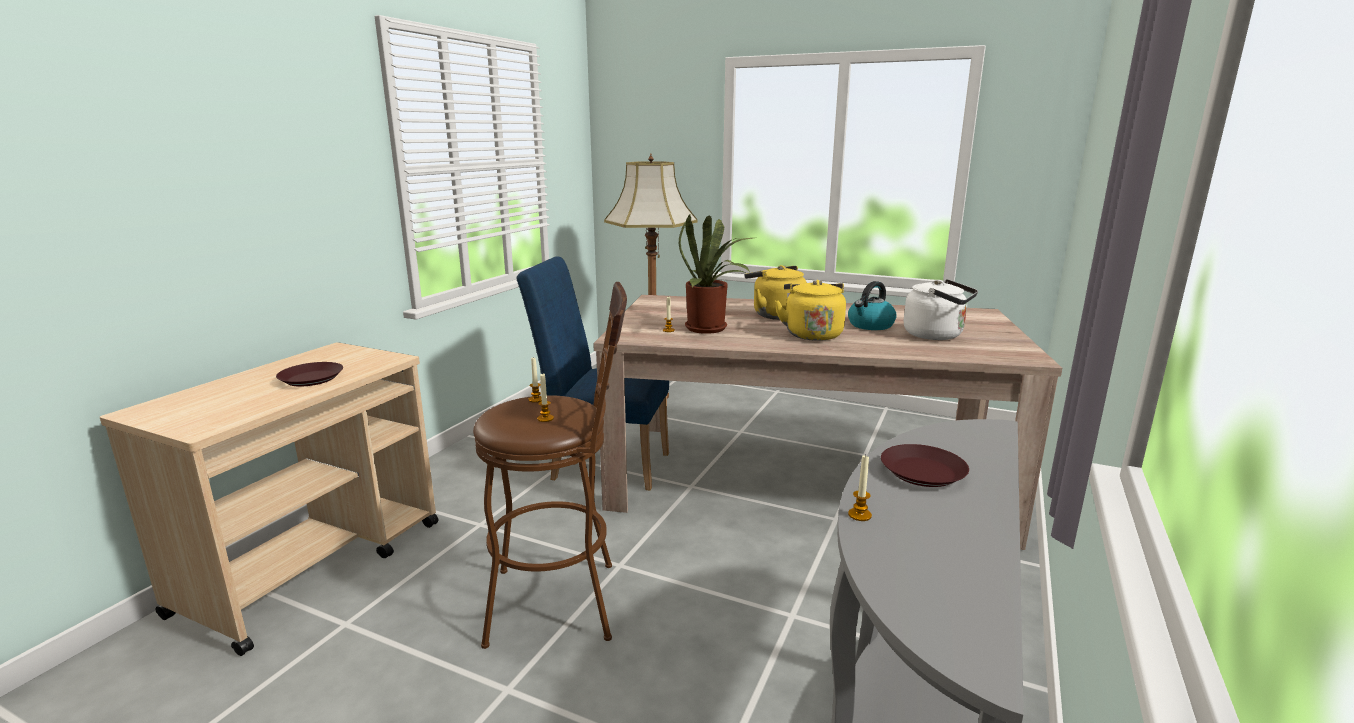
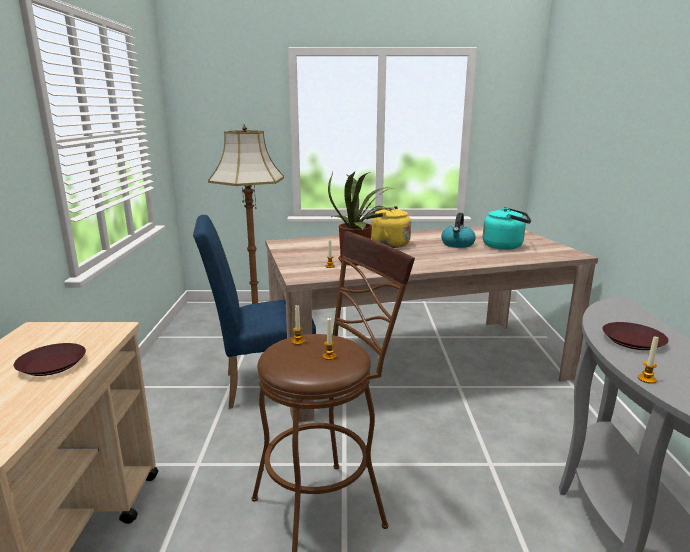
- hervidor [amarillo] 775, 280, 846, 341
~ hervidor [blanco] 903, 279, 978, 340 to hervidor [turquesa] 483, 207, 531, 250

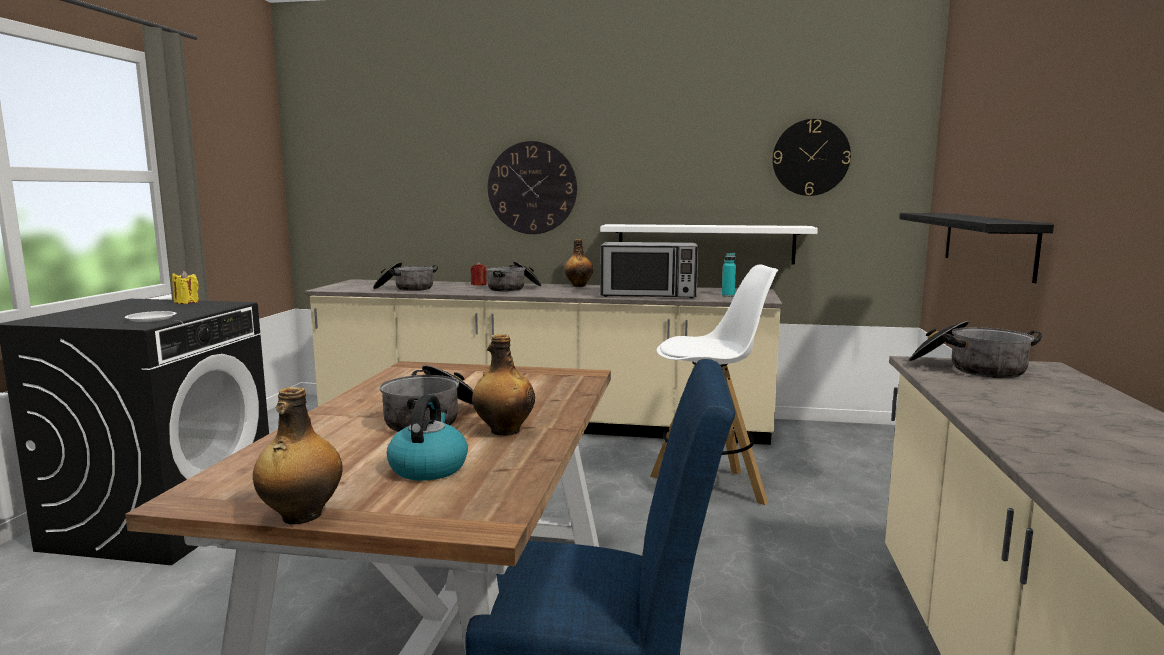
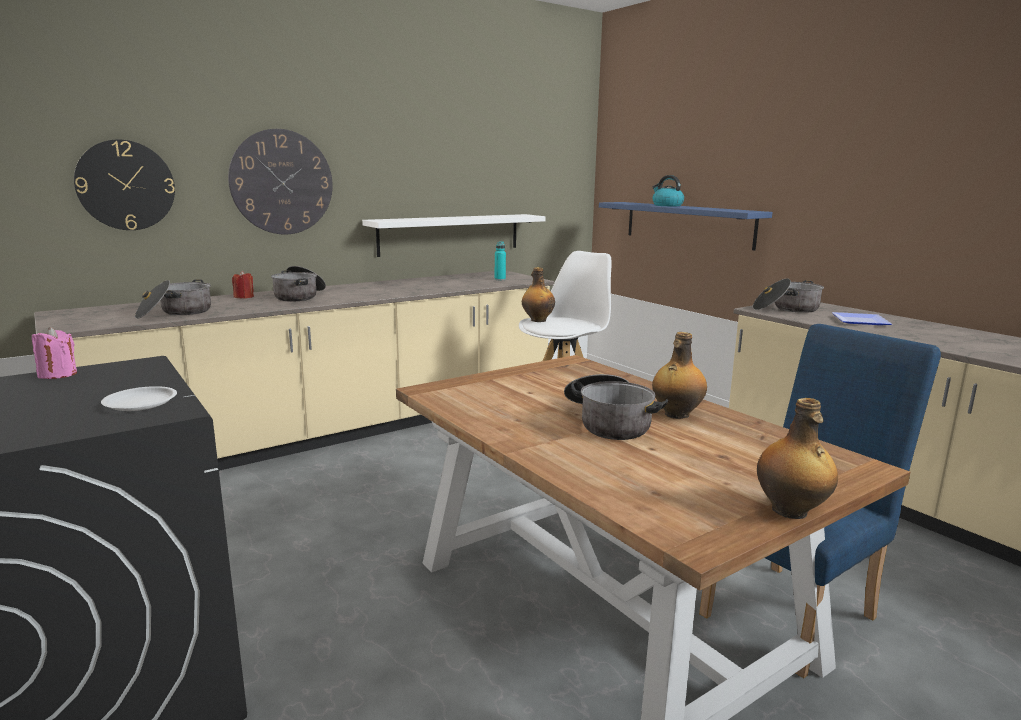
- microondas 600, 242, 698, 298
+ plato 832, 312, 892, 325
~ hervidor 387, 394, 468, 481 to 653, 175, 684, 206
~ botella 564, 239, 593, 287 to 522, 267, 555, 322
~ reloj de pared 772, 119, 851, 196 to 74, 140, 175, 230
~ vela [amarillo] 172, 270, 199, 304 to vela [rosa] 32, 327, 77, 379
~ estante [negro] 899, 213, 1054, 283 to estante [azul] 599, 202, 773, 250

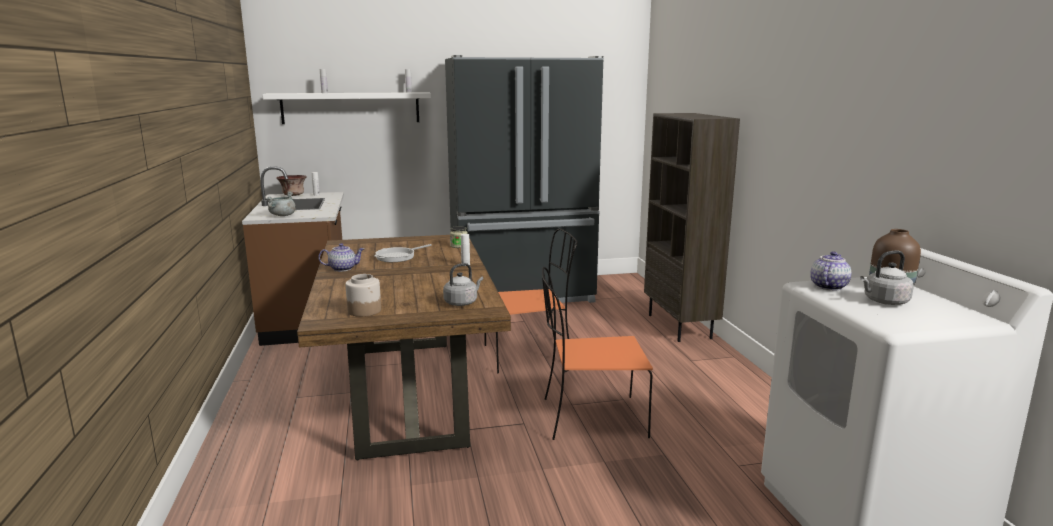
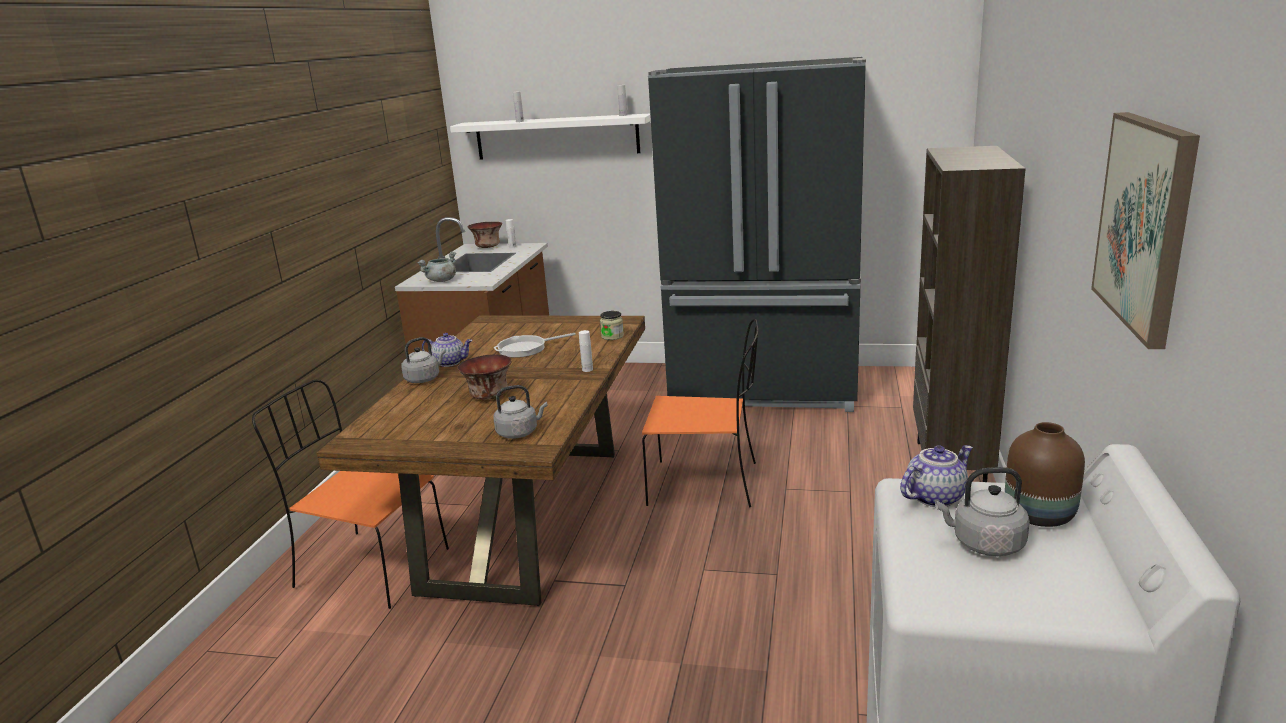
- tarro 345, 274, 381, 317
+ hervidor [gris] 401, 337, 446, 383
+ cuenco 457, 354, 511, 400
+ cuadro 1091, 112, 1200, 349
~ silla [naranja] 542, 267, 653, 440 to 252, 380, 449, 609

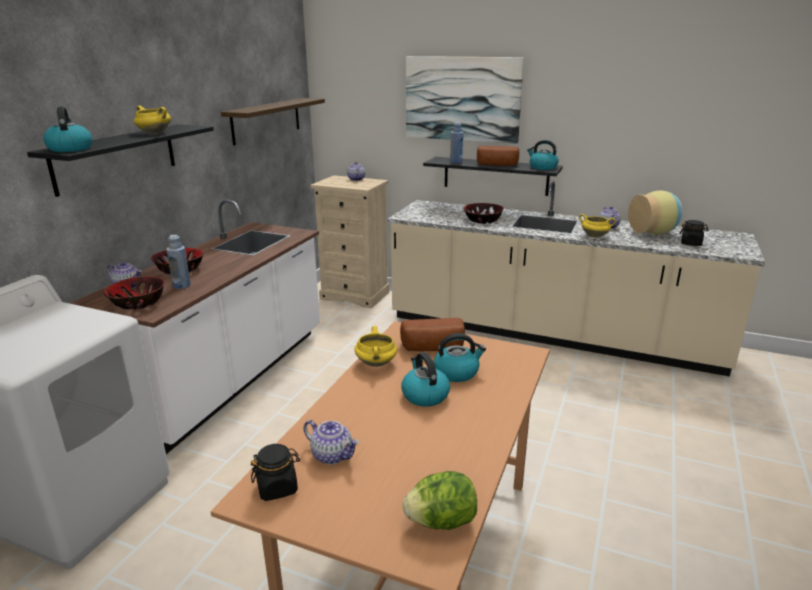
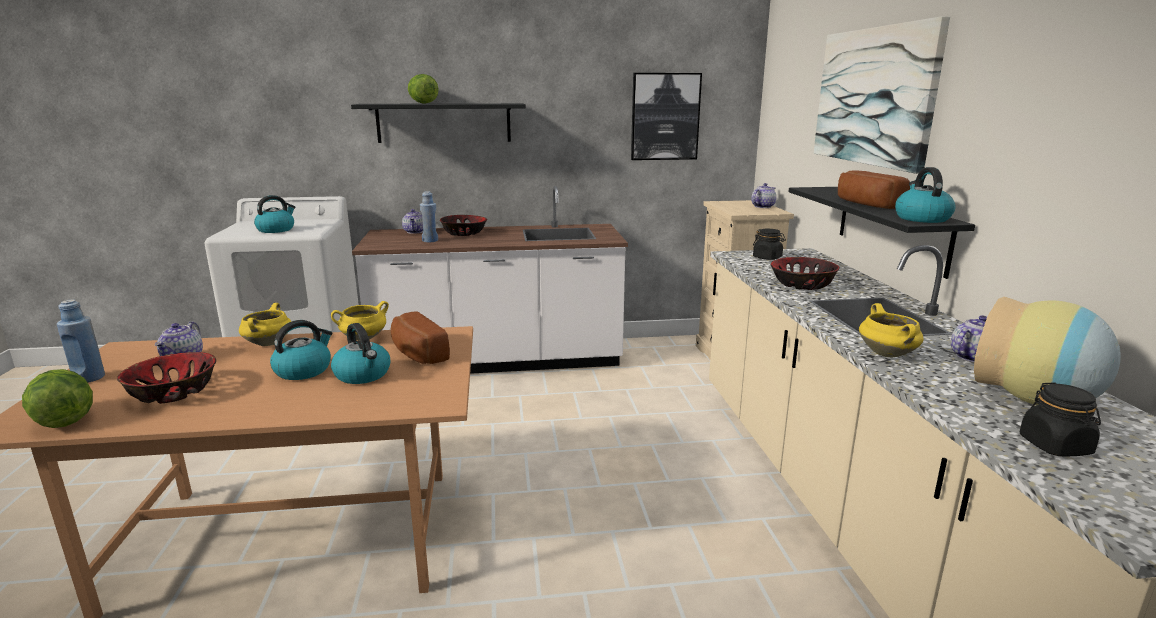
+ lechuga 408, 74, 439, 104
~ hervidor 43, 106, 92, 152 to 254, 195, 295, 233
~ cuenco 104, 276, 165, 310 to 117, 352, 216, 404
~ olla [amarillo] 134, 105, 171, 134 to 239, 303, 291, 346
~ tarro [negro] 251, 444, 300, 501 to 753, 229, 786, 260
~ botella [azul] 450, 122, 463, 163 to 57, 300, 105, 383
~ estante 221, 98, 325, 145 to cuadro 631, 73, 702, 160

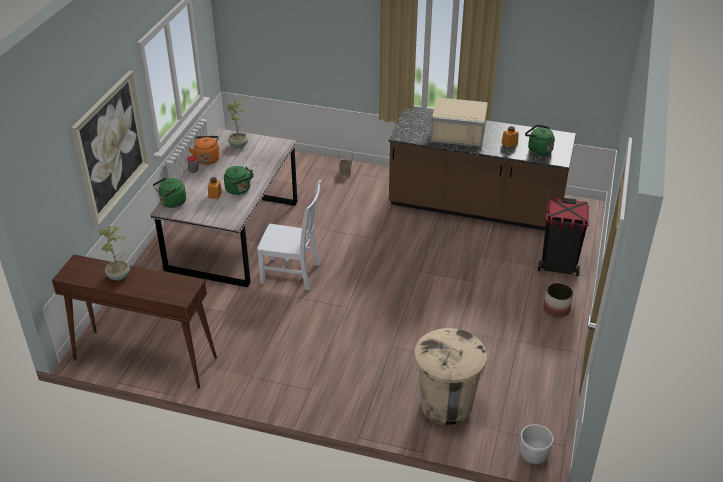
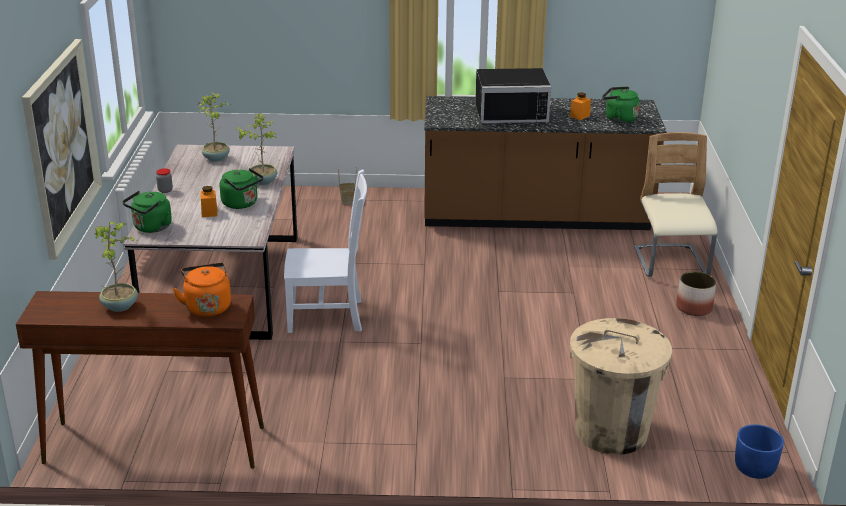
+ planta en maceta 236, 114, 277, 185
~ hervidor [naranja] 188, 136, 220, 165 to 173, 263, 231, 317
~ papelera [negro] 538, 198, 589, 276 to silla [beis] 634, 132, 717, 277
~ microondas [beis] 431, 97, 488, 147 to microondas [negro] 475, 68, 551, 123
~ maceta [blanco] 520, 424, 553, 464 to maceta [azul] 735, 424, 784, 479

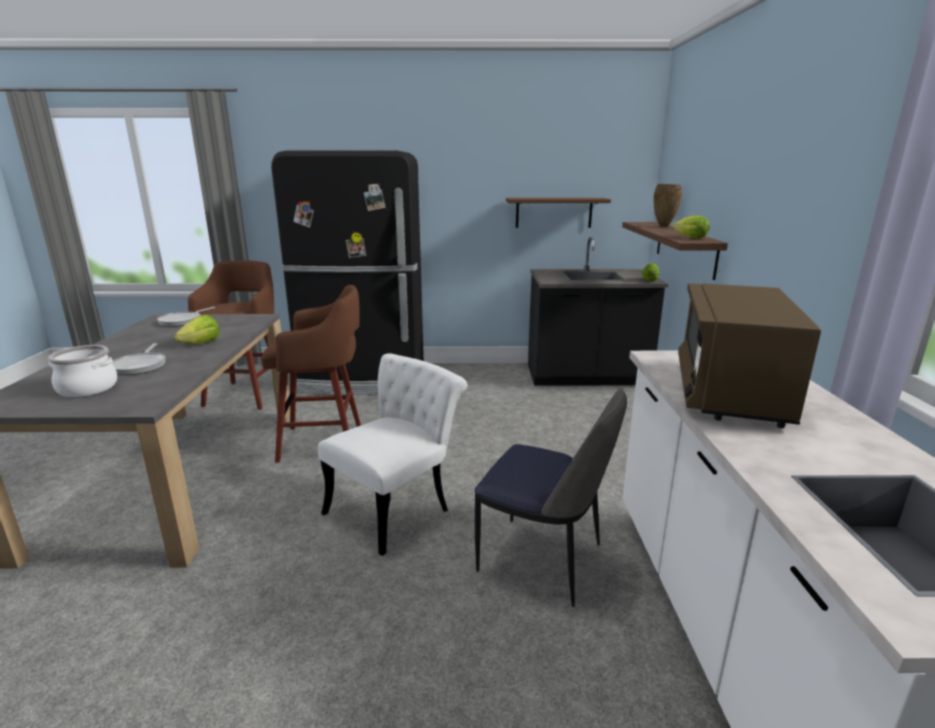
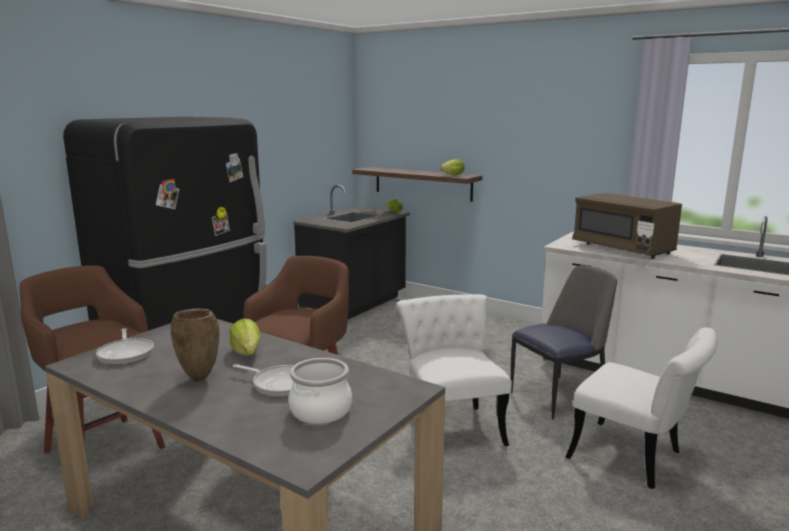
- estante [marrón] 506, 198, 611, 228
+ silla [blanco] 565, 327, 718, 489
~ florero [marrón] 654, 184, 682, 227 to 171, 308, 219, 382

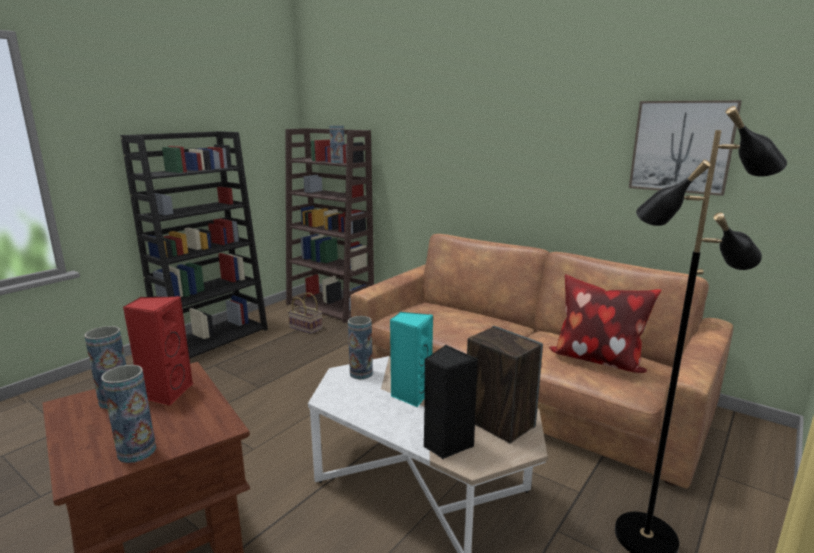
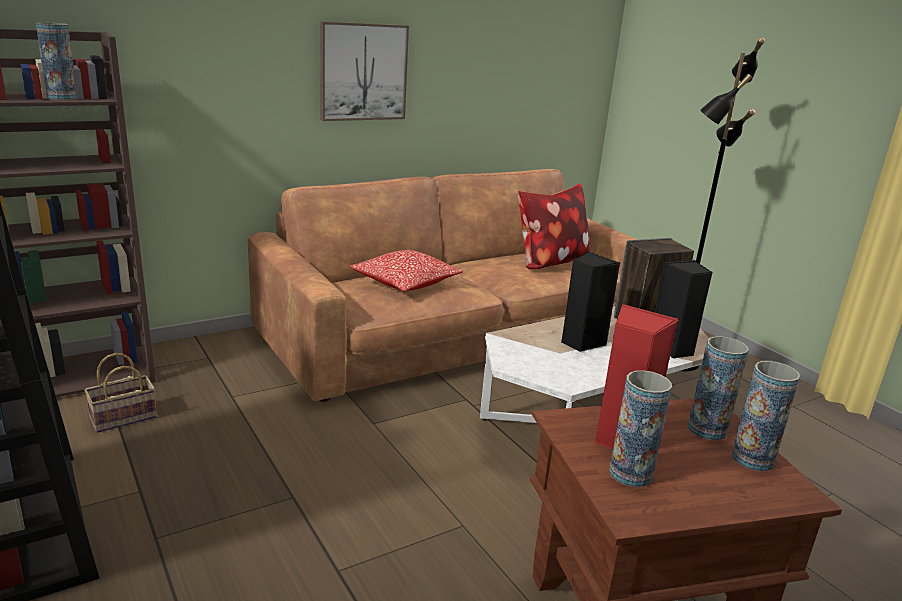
+ cojín 350, 249, 463, 292
~ florero 348, 316, 373, 379 to 688, 336, 749, 440
~ cuadro 629, 100, 742, 196 to 320, 21, 409, 121
~ altavoz [turquesa] 390, 312, 433, 407 to altavoz [negro] 561, 252, 620, 352

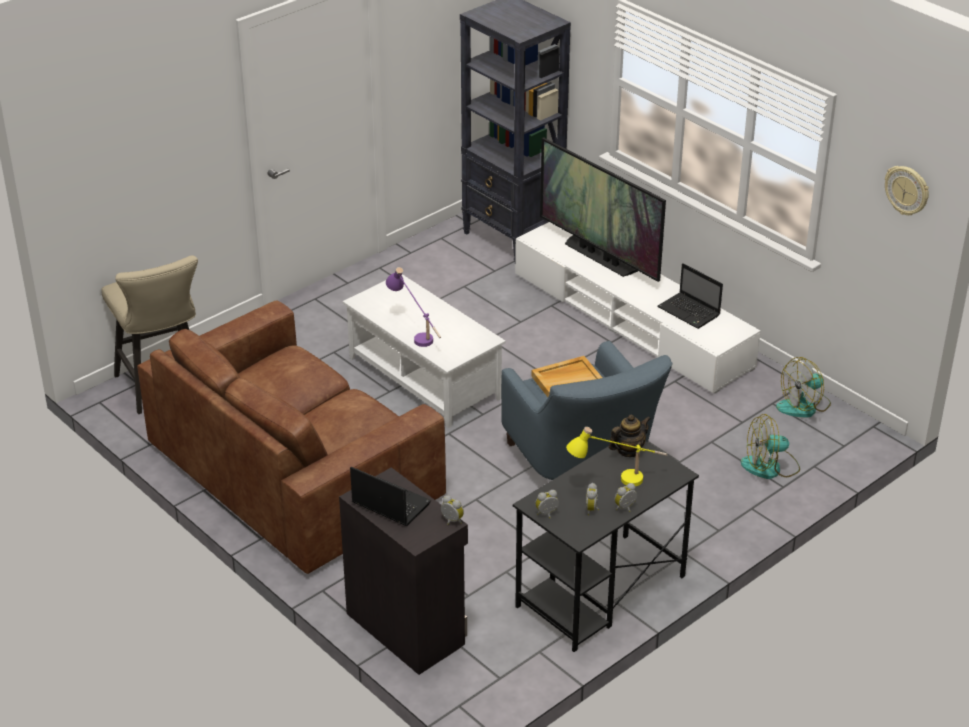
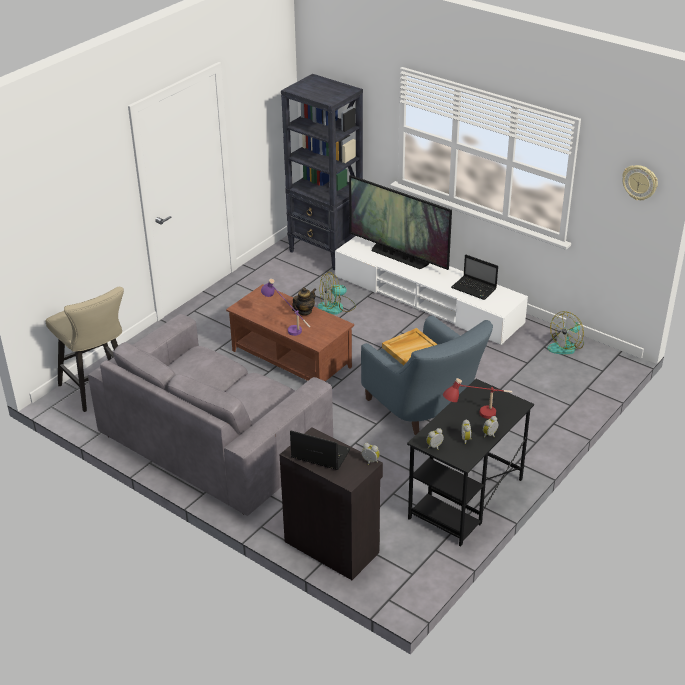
~ tetera 609, 414, 651, 457 to 292, 287, 316, 315
~ ventilador 741, 414, 800, 479 to 317, 272, 356, 315
~ sofá [marrón] 137, 300, 446, 574 to sofá [gris] 88, 314, 333, 516
~ mesa de centro [blanco] 343, 274, 506, 428 to mesa de centro [marrón] 226, 284, 354, 381
~ lámpara de mesa [amarillo] 566, 427, 668, 487 to lámpara de mesa [rojo] 443, 378, 512, 419

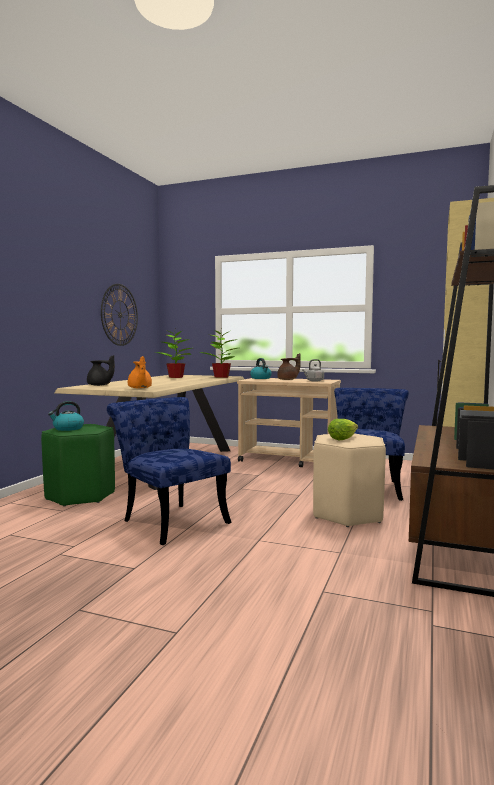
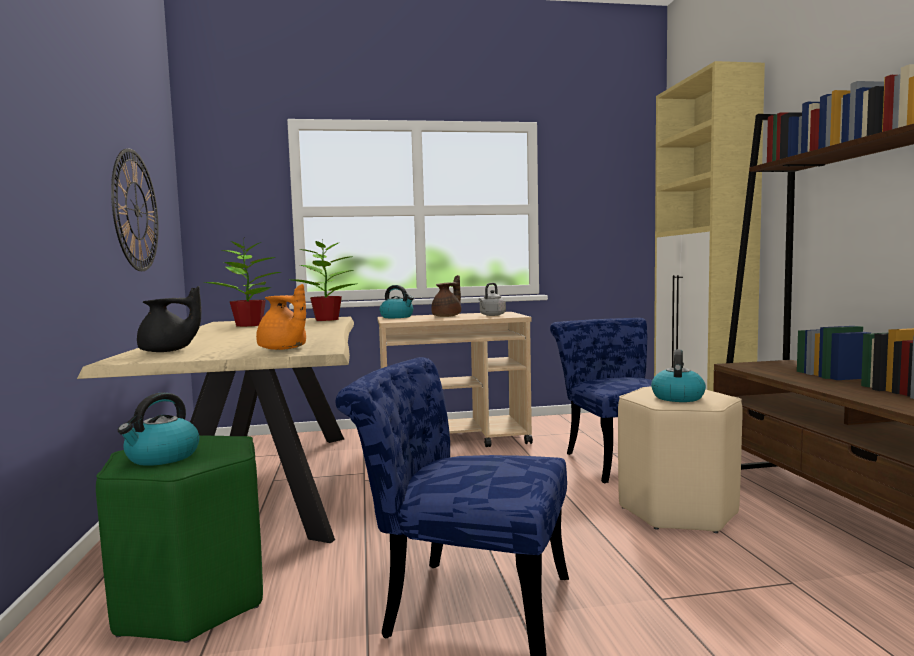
~ lechuga 328, 419, 358, 440 to hervidor 651, 350, 706, 402

